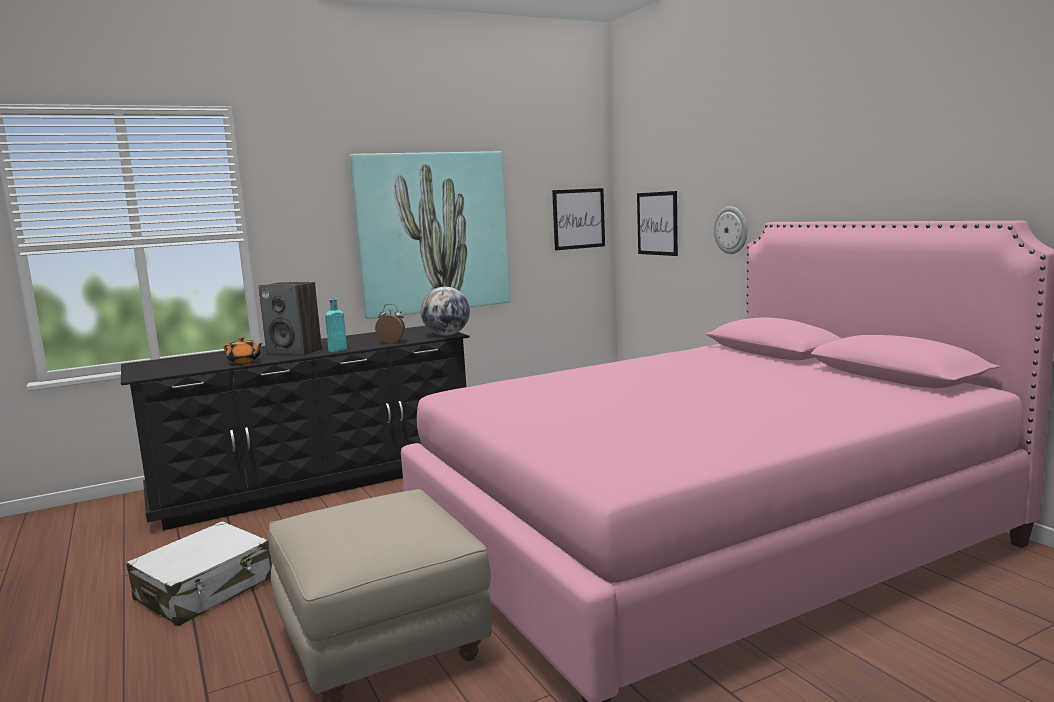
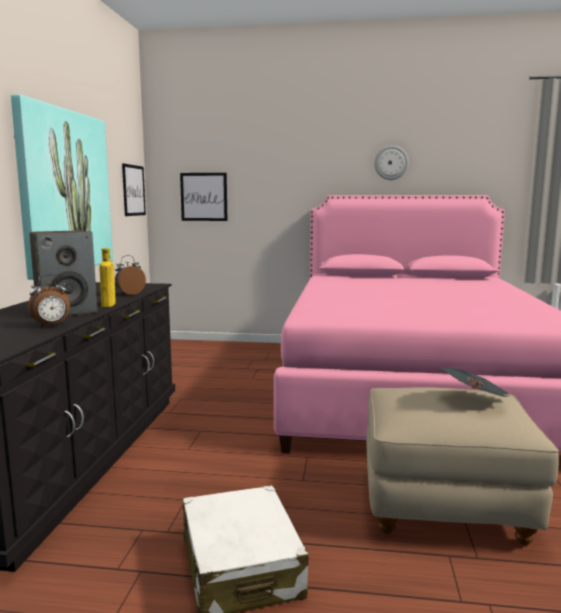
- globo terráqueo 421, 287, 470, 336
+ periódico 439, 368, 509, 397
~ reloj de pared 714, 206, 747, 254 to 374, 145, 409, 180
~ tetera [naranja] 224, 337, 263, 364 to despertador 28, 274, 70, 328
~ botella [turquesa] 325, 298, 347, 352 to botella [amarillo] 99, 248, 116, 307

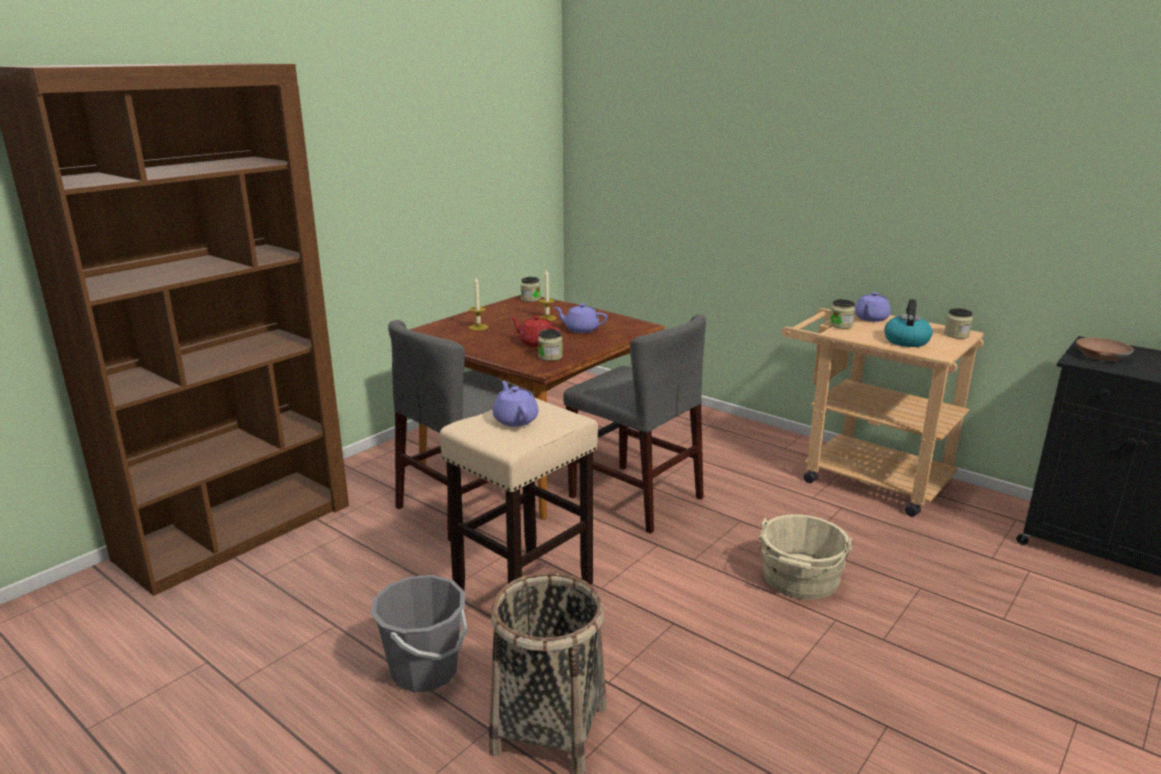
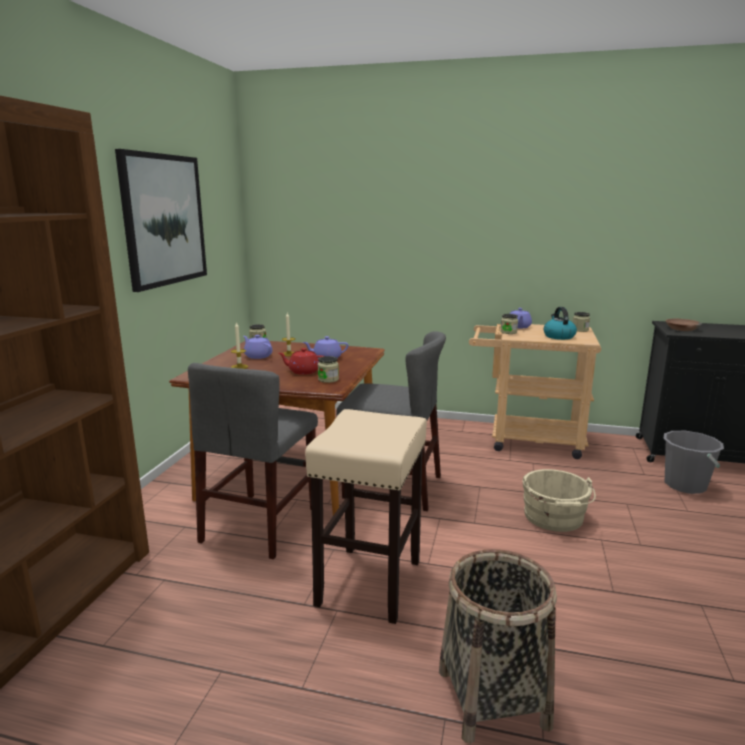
+ cuadro 115, 149, 207, 292
~ cubo [gris] 371, 575, 467, 693 to 663, 431, 724, 494
~ tetera [morado] 493, 381, 539, 427 to 243, 335, 273, 359

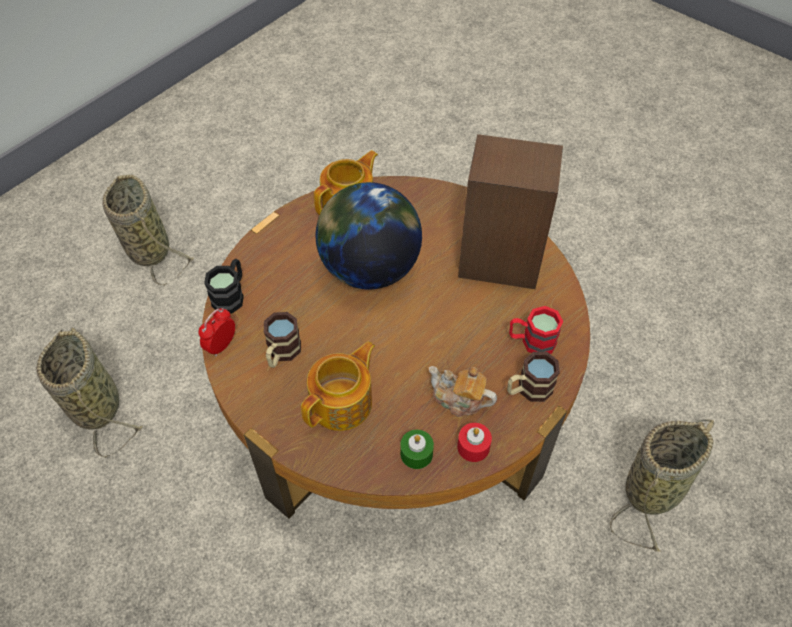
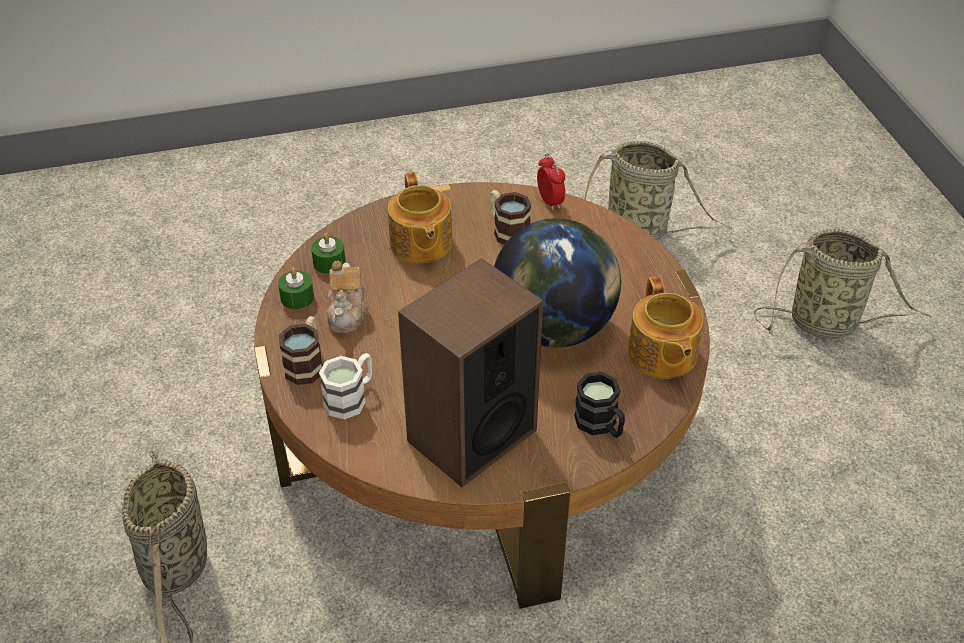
~ taza grande [negro] 204, 259, 244, 314 to 574, 372, 625, 438
~ vela [rojo] 457, 423, 492, 462 to vela [verde] 278, 268, 314, 309
~ taza grande [rojo] 509, 306, 563, 354 to taza grande [blanco] 319, 353, 372, 420
~ tetera 429, 366, 497, 417 = 327, 260, 368, 333 120 degrees clockwise

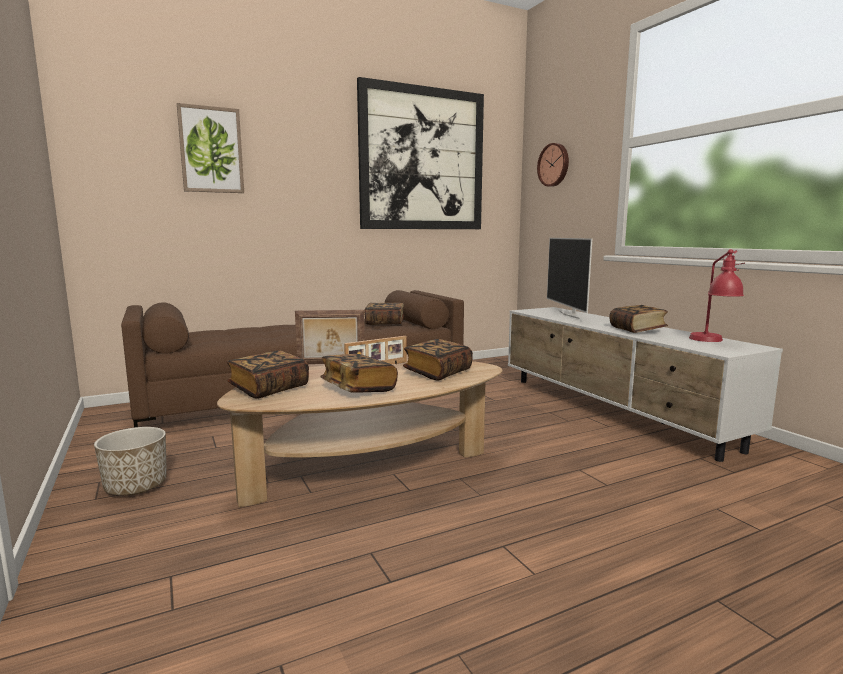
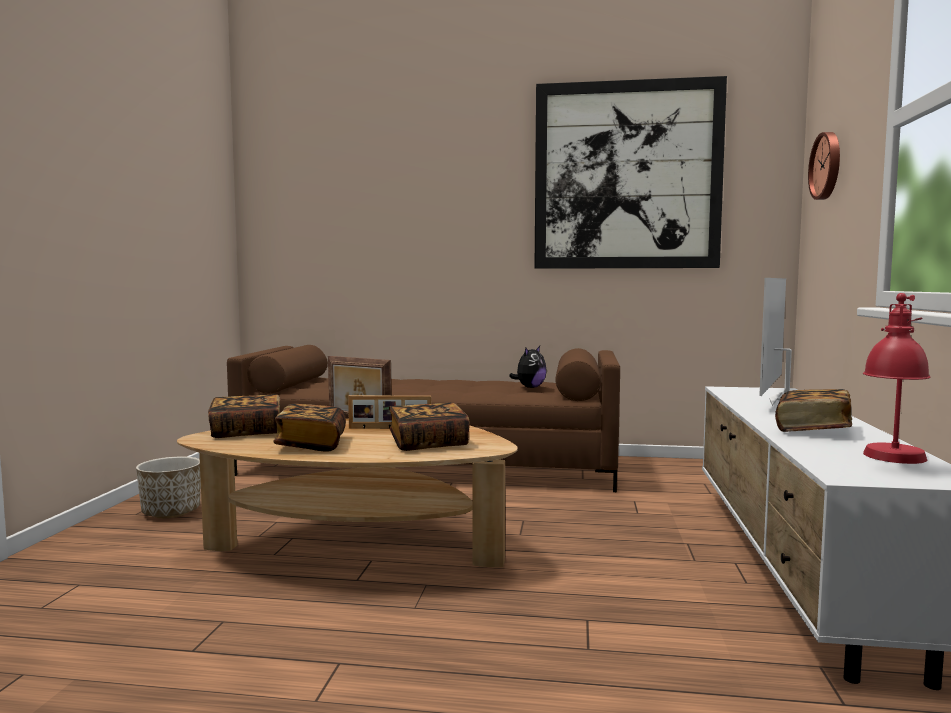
- cuadro 177, 103, 244, 193
~ libro 364, 303, 404, 325 to peluche 509, 346, 547, 388

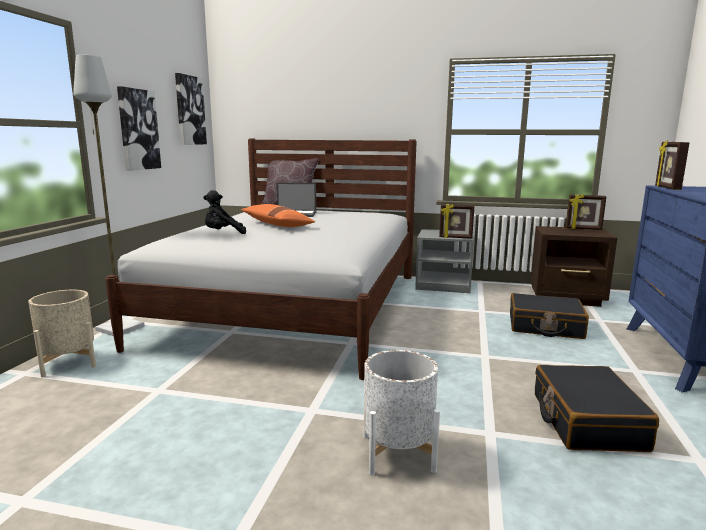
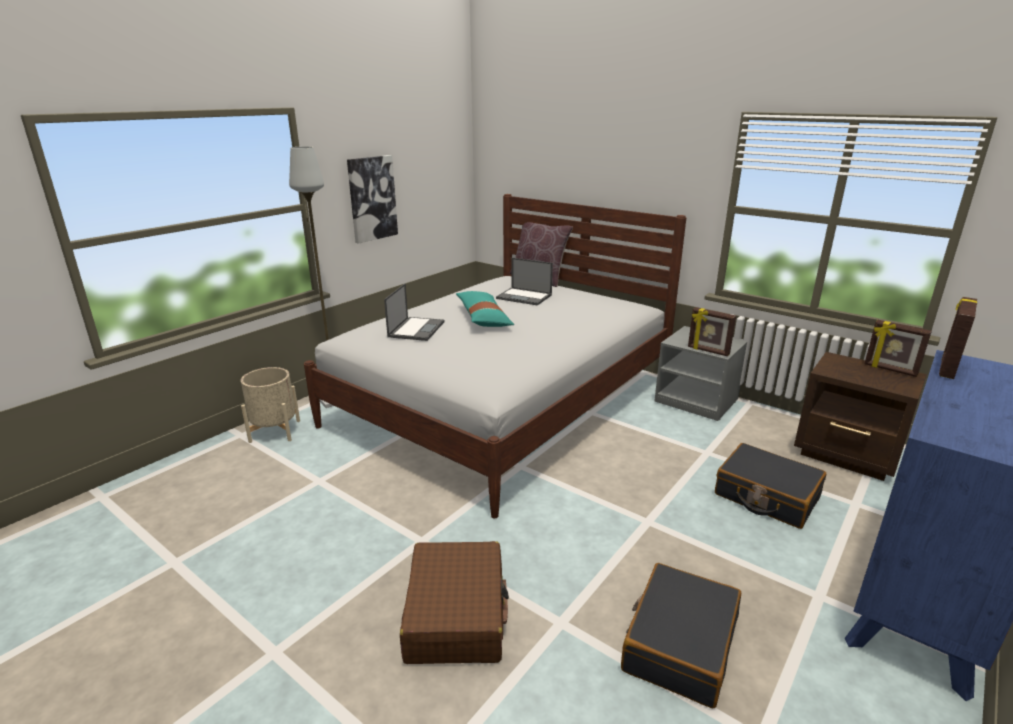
- cuadro 175, 73, 207, 145
~ peluche [negro] 203, 190, 246, 234 to portátil 384, 283, 445, 341
~ maceta [blanco] 364, 350, 440, 475 to maleta [marrón] 400, 541, 509, 664
~ cojín [naranja] 241, 204, 315, 227 to cojín [turquesa] 456, 291, 514, 327

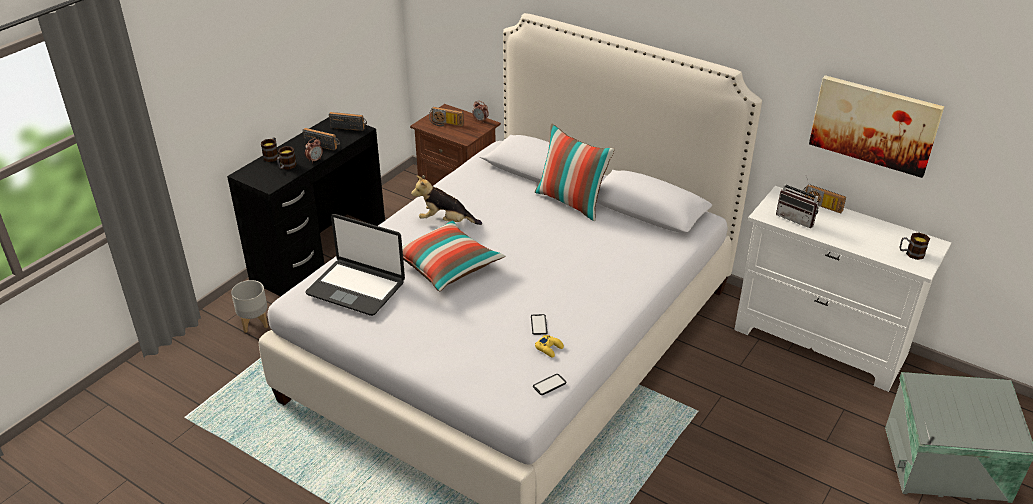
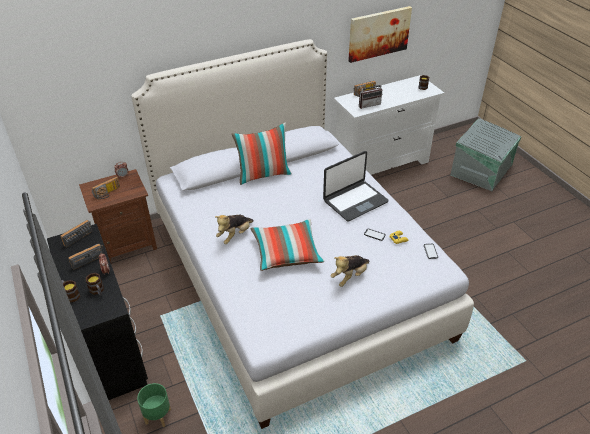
+ peluche 330, 255, 369, 287
~ portátil 305, 214, 405, 316 to 323, 151, 389, 221
~ maceta [gris] 231, 280, 268, 333 to maceta [verde] 137, 383, 171, 428

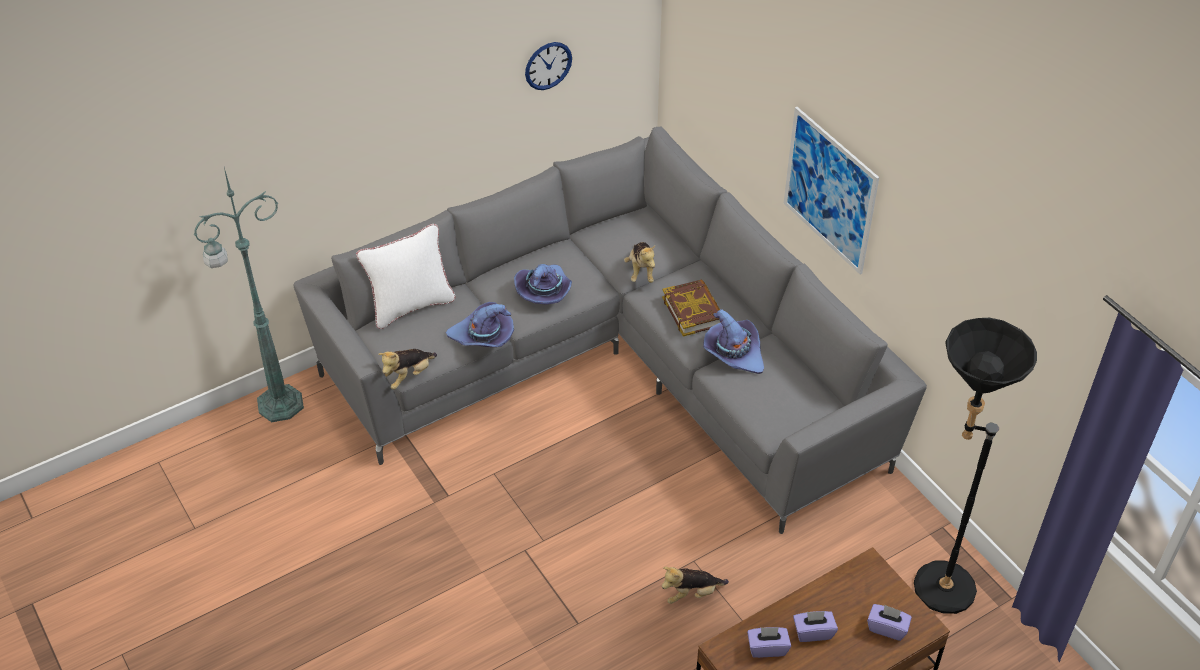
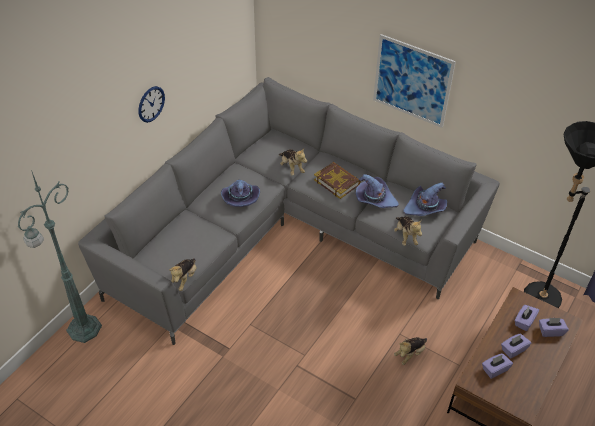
- cojín [blanco] 356, 224, 455, 329
+ peluche 394, 216, 422, 246
+ caja de pañuelos [morado] 515, 305, 539, 331
~ sombrero [morado] 446, 302, 514, 347 to 403, 183, 447, 216
~ reloj de pared 525, 42, 572, 90 to 138, 86, 165, 123

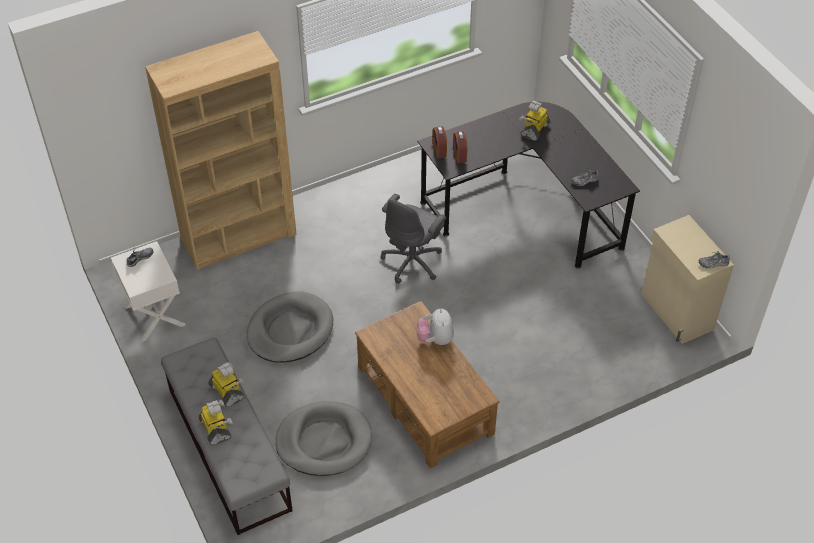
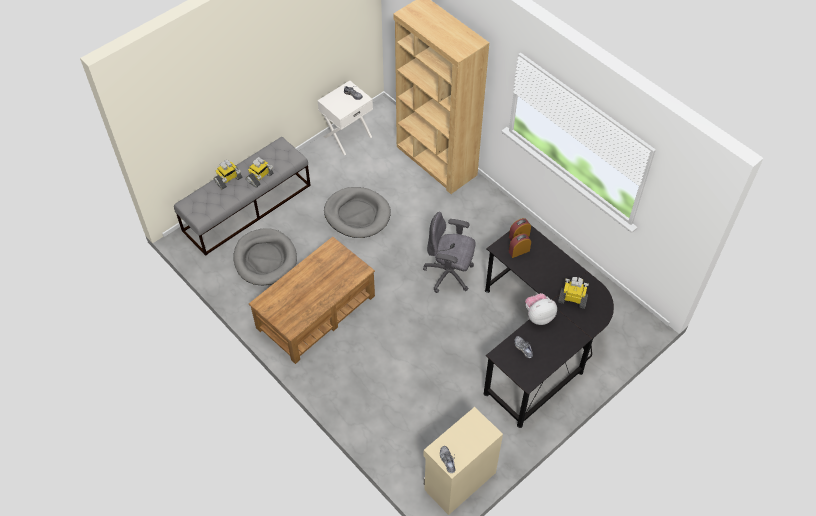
~ peluche 417, 308, 454, 345 to 525, 293, 557, 325

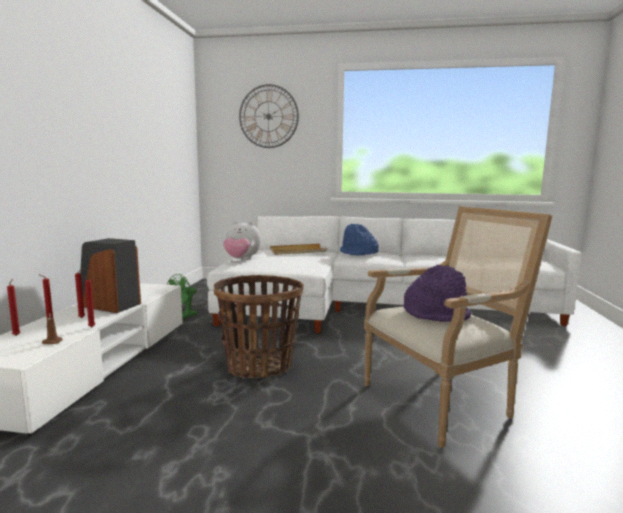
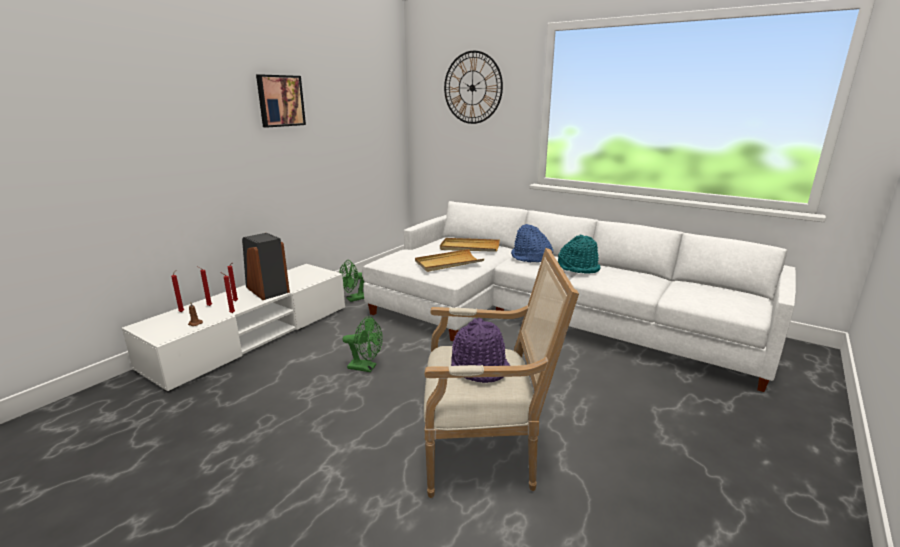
- peluche 223, 221, 261, 259
+ cuadro 256, 74, 306, 127
+ bandeja [beis] 415, 249, 484, 272
+ sombrero [turquesa] 558, 235, 600, 274
~ cesta 214, 275, 304, 378 to ventilador [verde] 342, 316, 383, 372

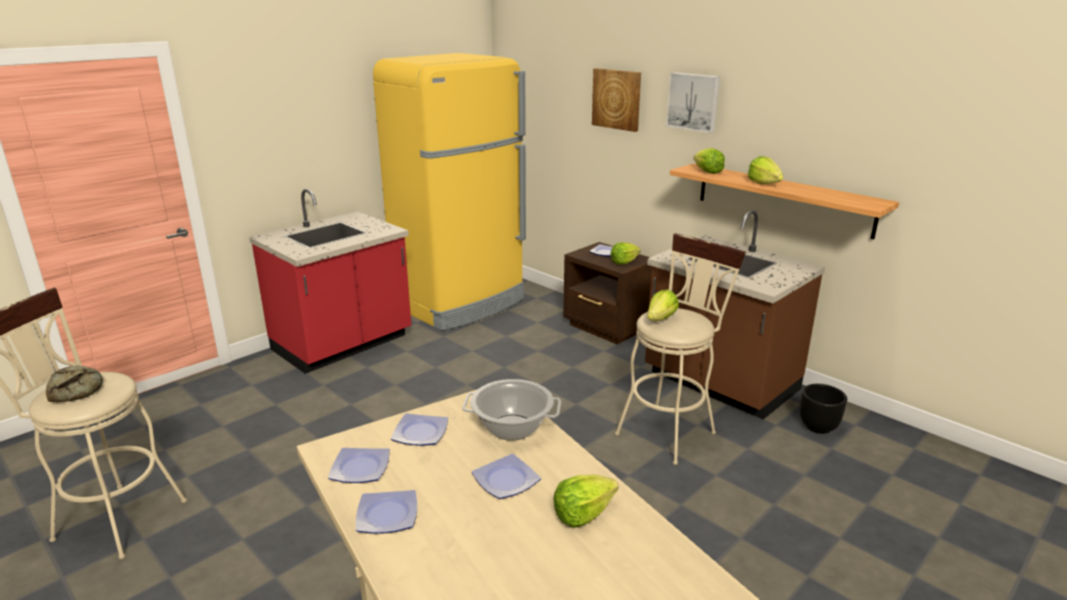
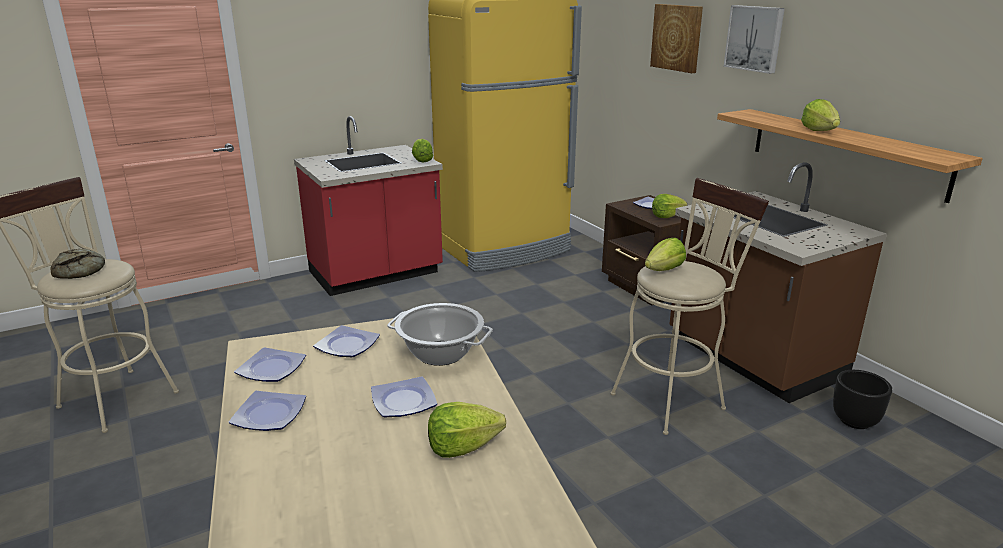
~ lechuga 693, 148, 725, 174 to 412, 139, 433, 163

